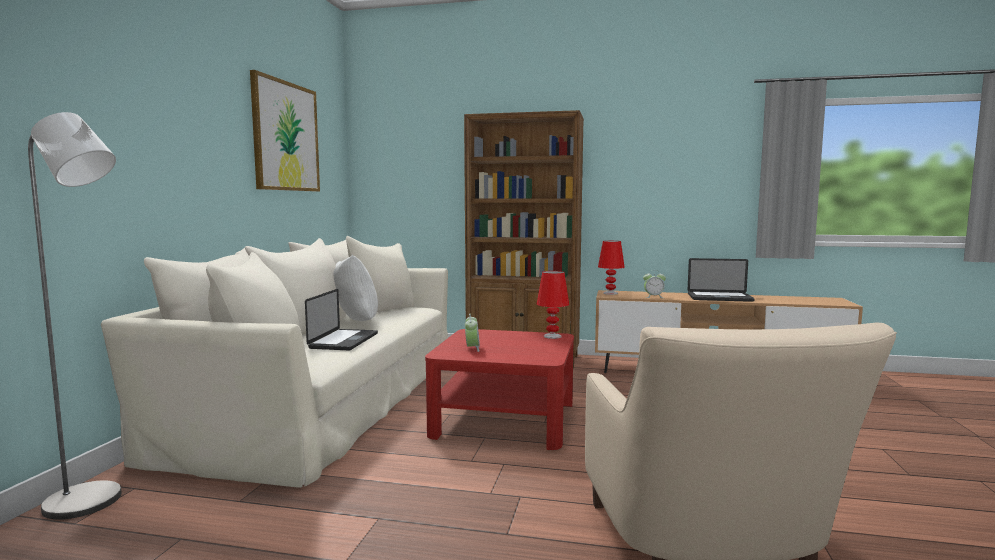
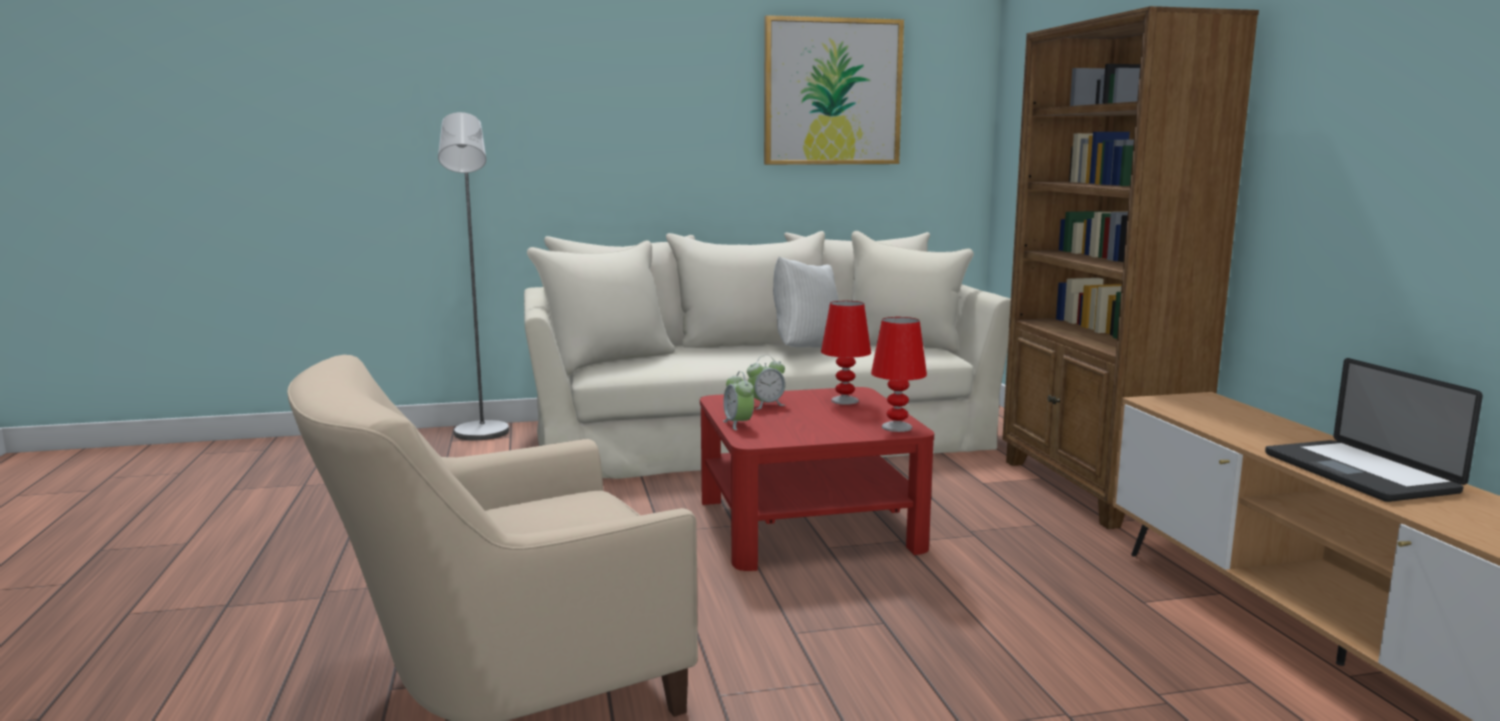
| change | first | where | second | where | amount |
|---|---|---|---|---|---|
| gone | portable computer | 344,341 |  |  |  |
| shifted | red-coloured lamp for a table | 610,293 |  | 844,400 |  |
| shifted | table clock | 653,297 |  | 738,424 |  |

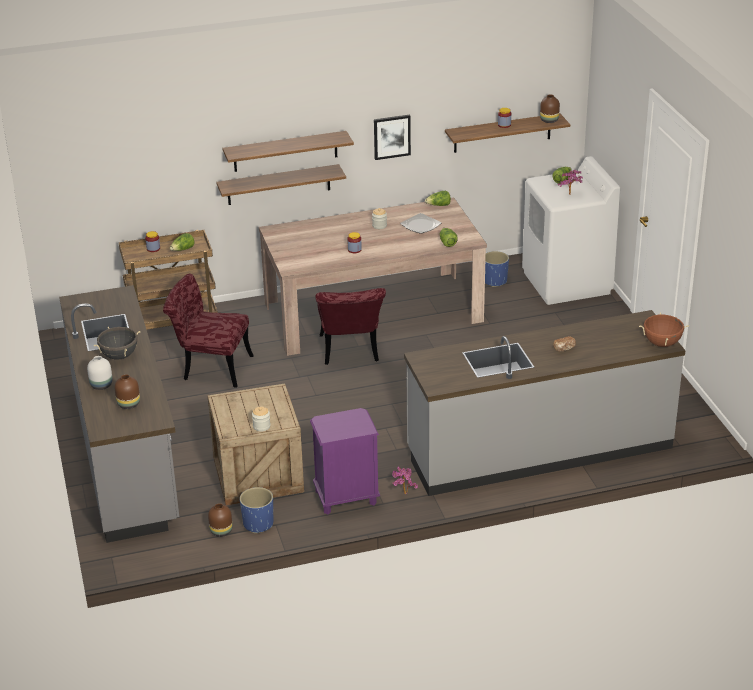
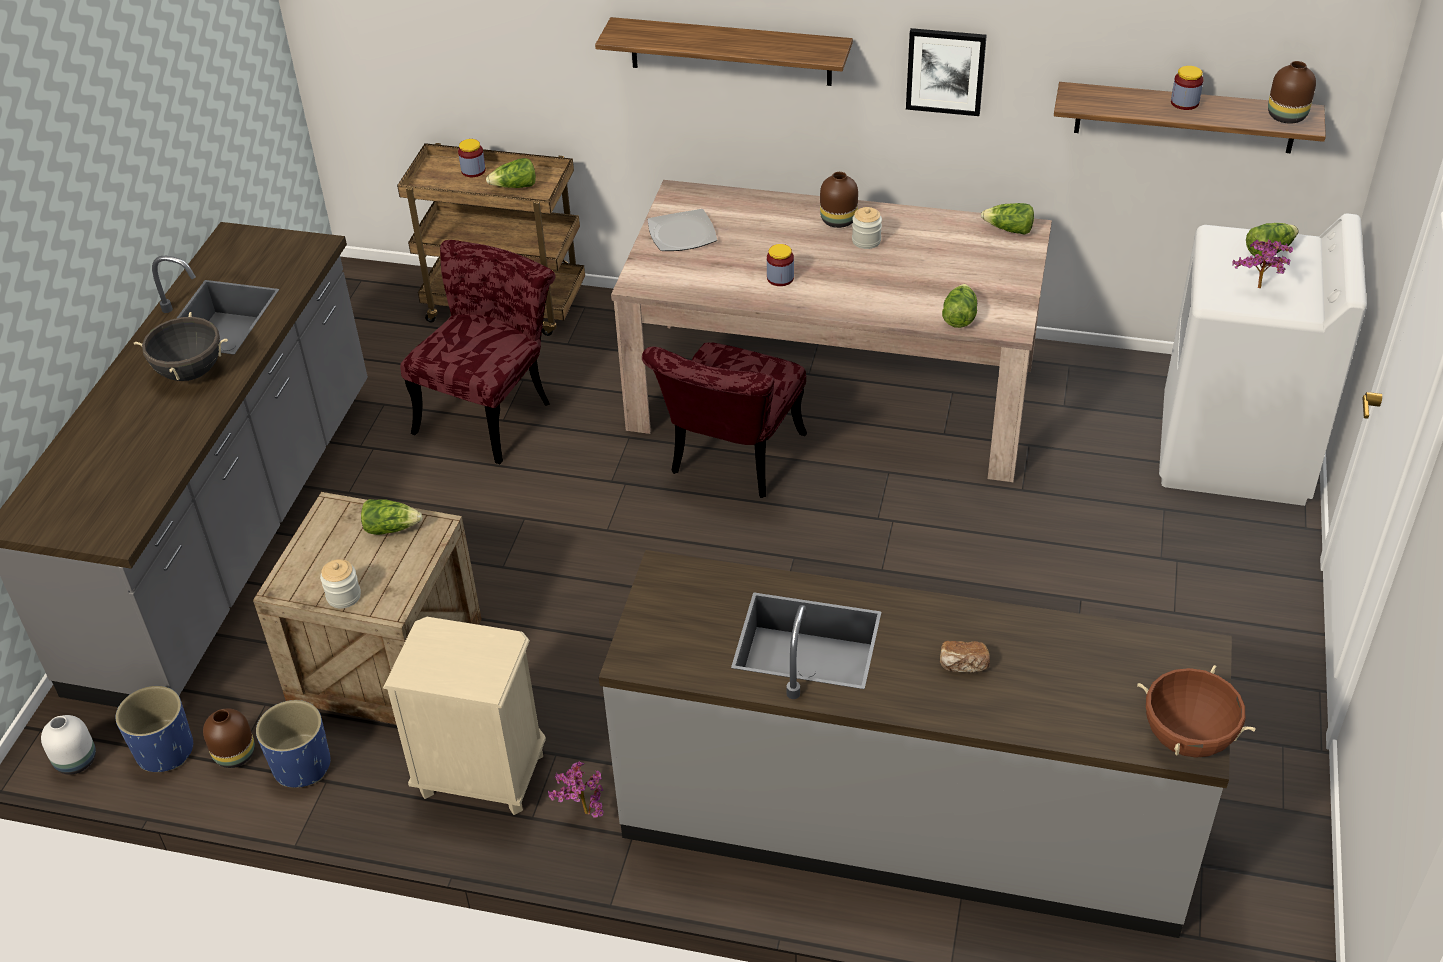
| change | first | where | second | where | amount |
|---|---|---|---|---|---|
| gone | bracket shelf | 278,185 |  |  |  |
| new |  |  | lettuce head | 391,528 |  |
| shifted | whitish vase | 102,385 |  | 77,762 |  |
| shifted | brown vase | 128,404 |  | 837,220 |  |
| shifted | plate | 420,225 |  | 681,234 |  |
| shifted | blue plant pot | 495,281 |  | 165,751 |  |
| repainted | purple-coloured night table | 345,498 | beige night table | 481,775 |  |
| rotated | red-coloured chair | 210,367 |  | 491,410 | 75 degrees clockwise |

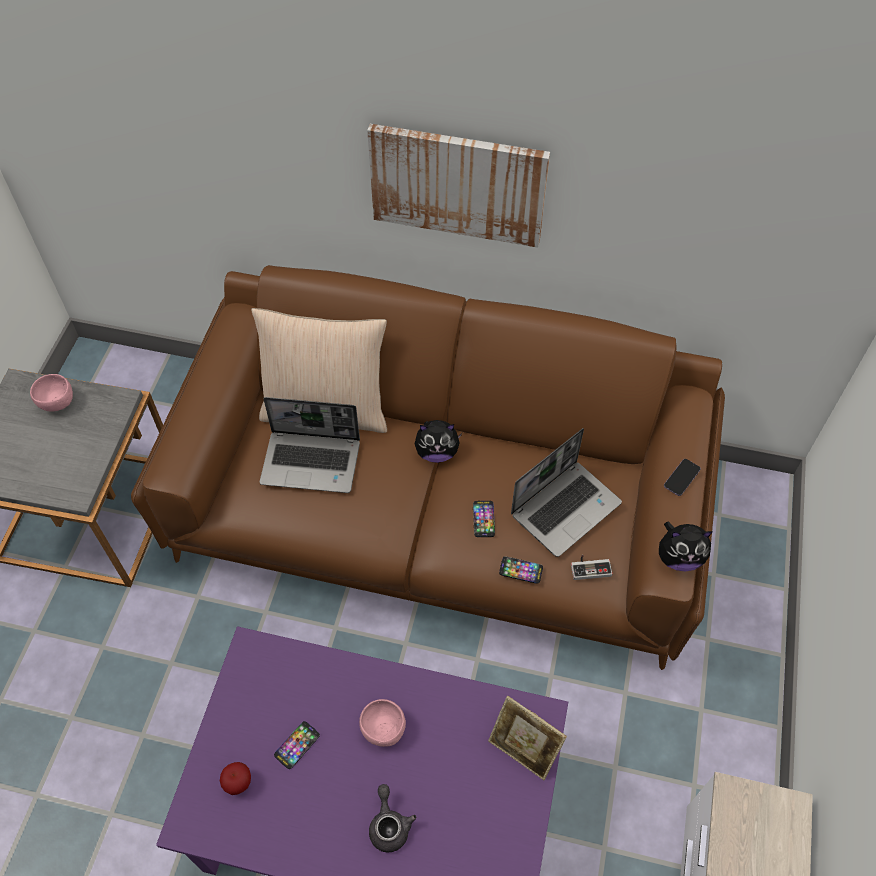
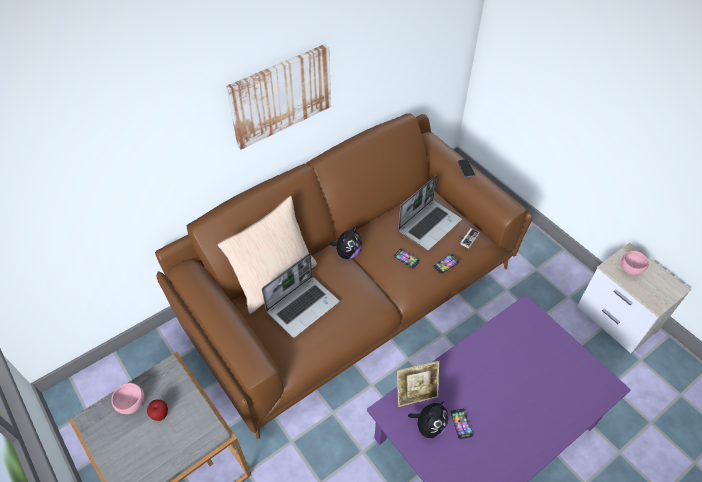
| change | first | where | second | where | amount |
|---|---|---|---|---|---|
| gone | gray pot for tea | 389,825 |  |  |  |
| shifted | whole apple | 238,783 |  | 160,415 |  |
| shifted | pink-coloured serving bowl | 383,731 |  | 631,270 |  |
| shifted | photo frame | 523,750 |  | 416,394 |  |
| shifted | soft toy | 679,557 |  | 429,426 |  |
| rotated | portable computer | 565,507 |  | 429,225 | 45 degrees clockwise |

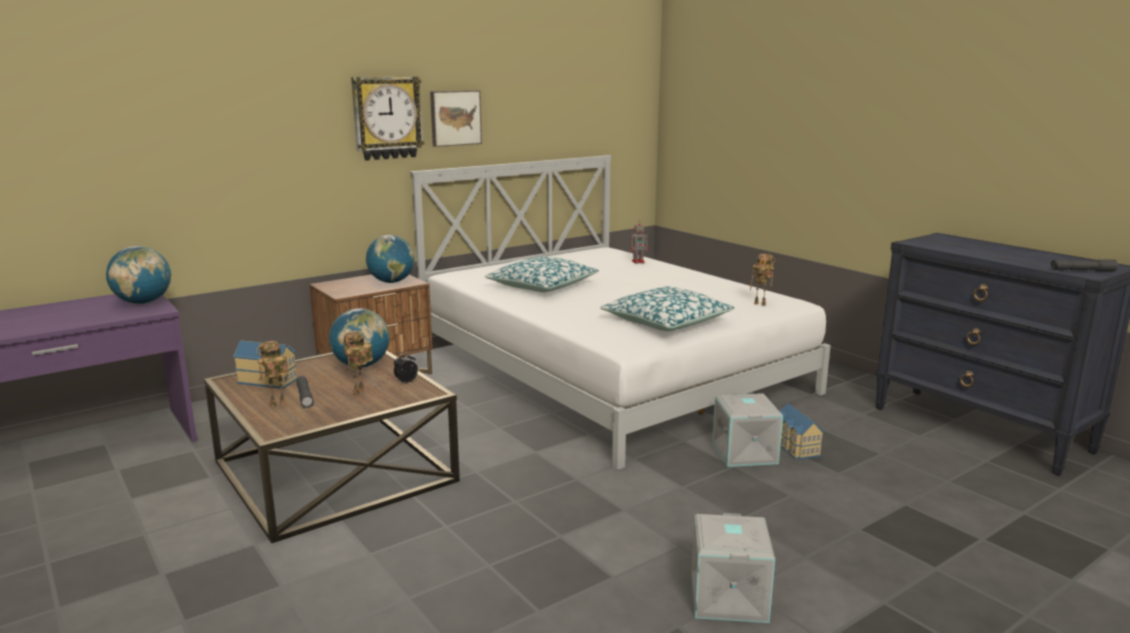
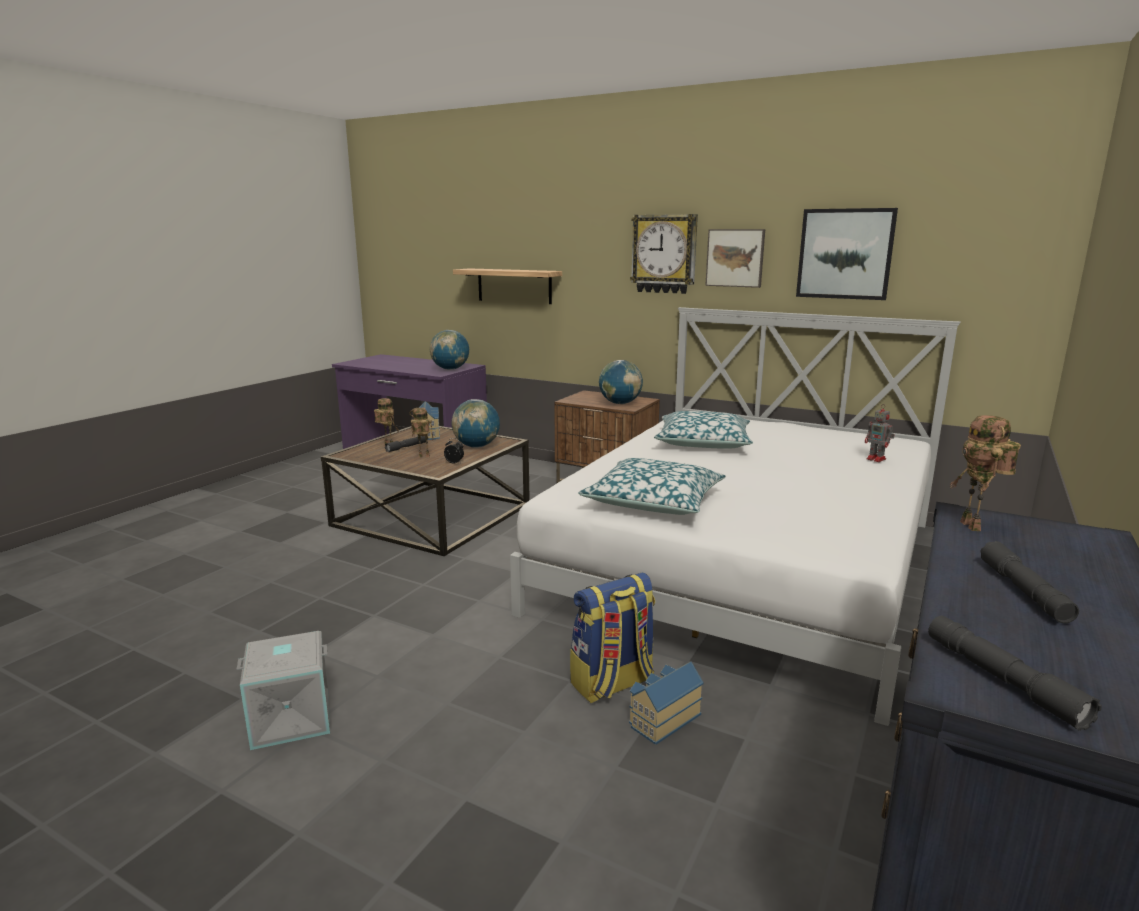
| change | first | where | second | where | amount |
|---|---|---|---|---|---|
| new |  |  | bracket shelf | 514,286 |  |
| new |  |  | wall picture | 845,254 |  |
| new |  |  | gray flashlight | 1024,591 |  |
| shifted | model robot | 761,304 |  | 974,527 |  |
| swapped | gray storage container | 746,453 | rucksack | 612,684 |  |

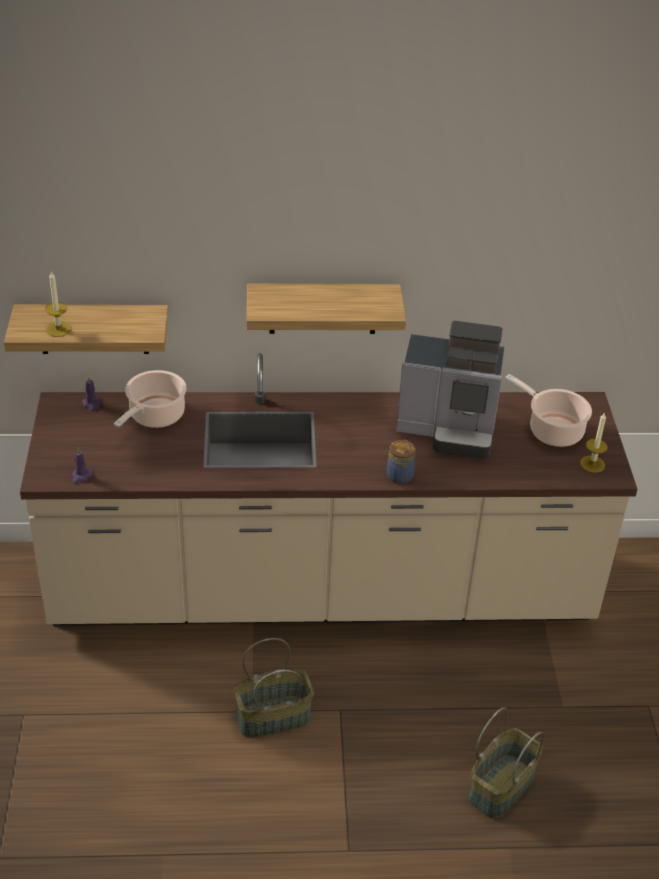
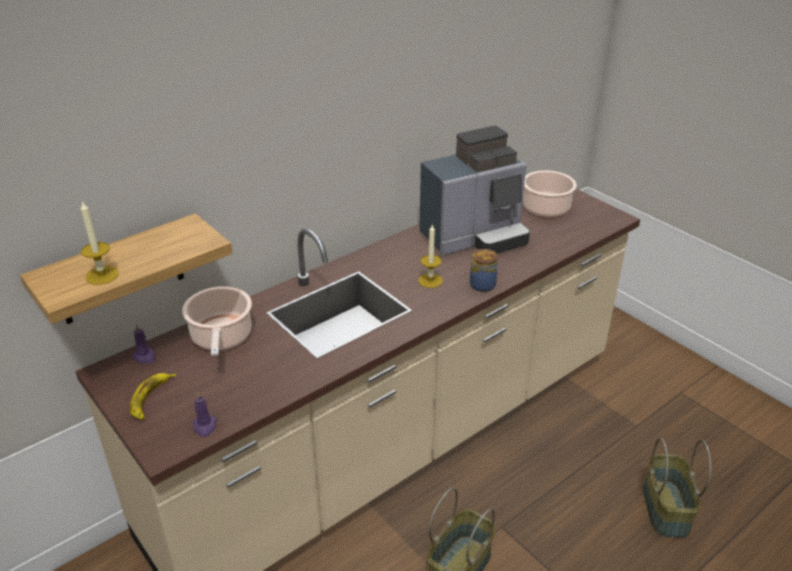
| change | first | where | second | where | amount |
|---|---|---|---|---|---|
| gone | bracket shelf | 323,308 |  |  |  |
| new |  |  | banana | 151,399 |  |
| shifted | candle | 592,464 |  | 430,280 |  |

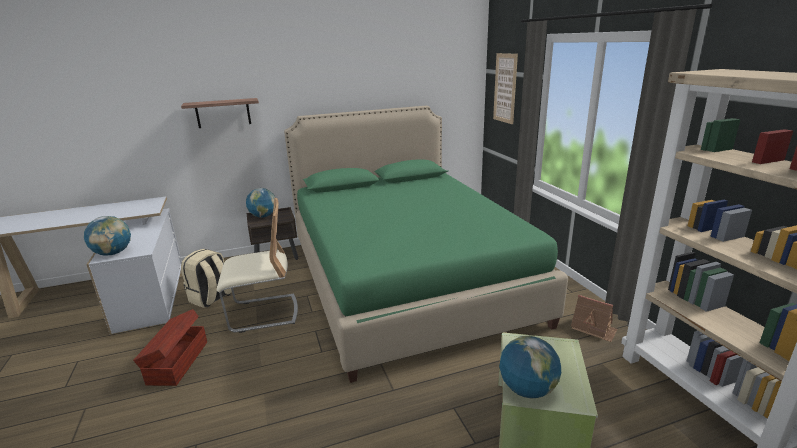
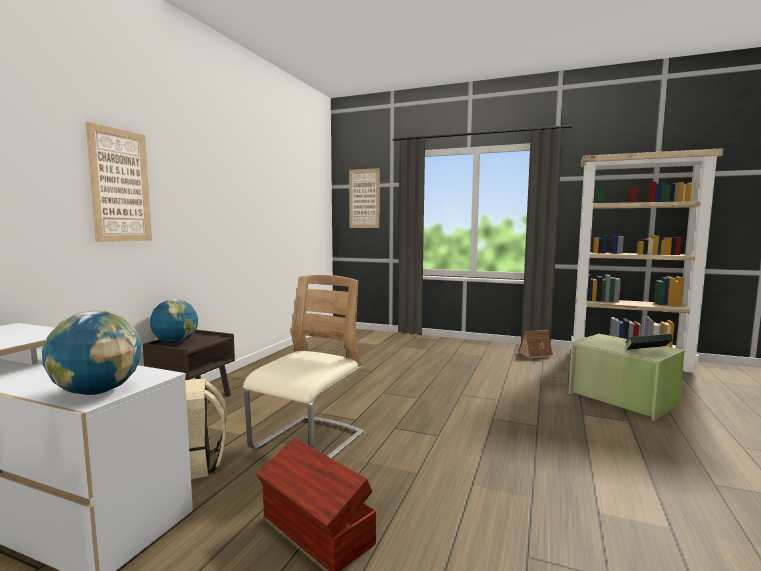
| change | first | where | second | where | amount |
|---|---|---|---|---|---|
| gone | green bedroom bed | 405,280 |  |  |  |
| swapped | bracket shelf | 223,113 | wall picture | 120,186 |  |
| swapped | desk globe | 527,389 | bound book | 646,353 |  |

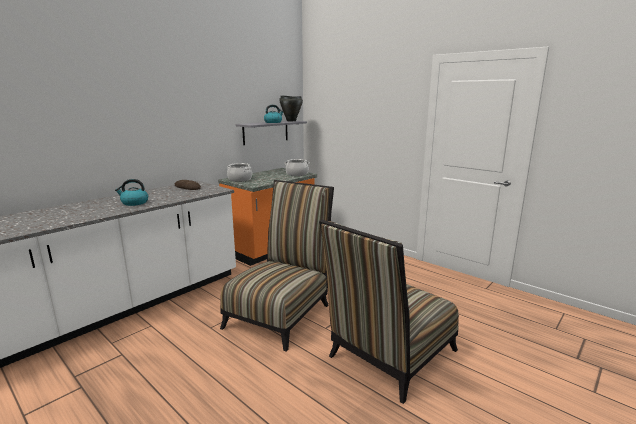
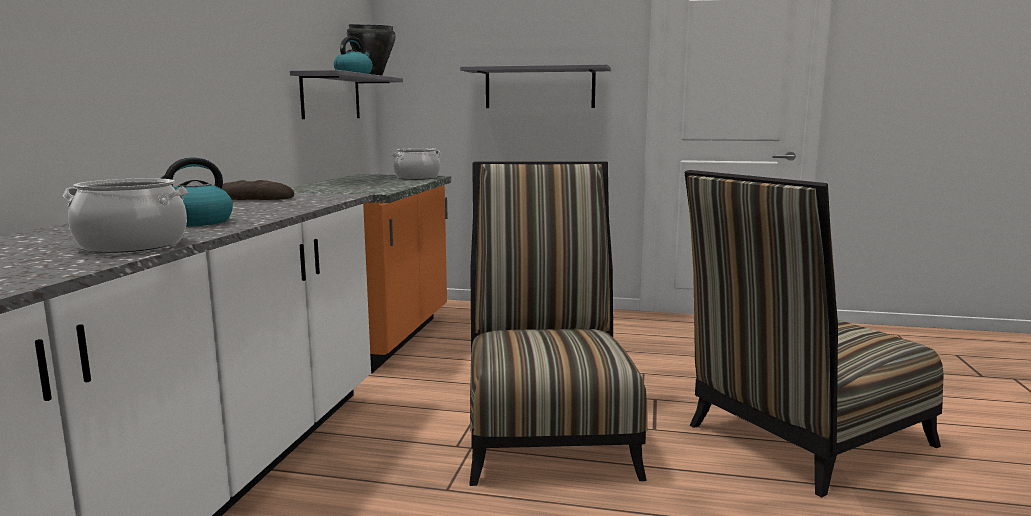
| change | first | where | second | where | amount |
|---|---|---|---|---|---|
| new |  |  | gray bracket shelf | 539,88 |  |
| shifted | saucepot | 240,179 |  | 133,245 |  |
| rotated | chair | 388,357 |  | 799,439 | 45 degrees clockwise |

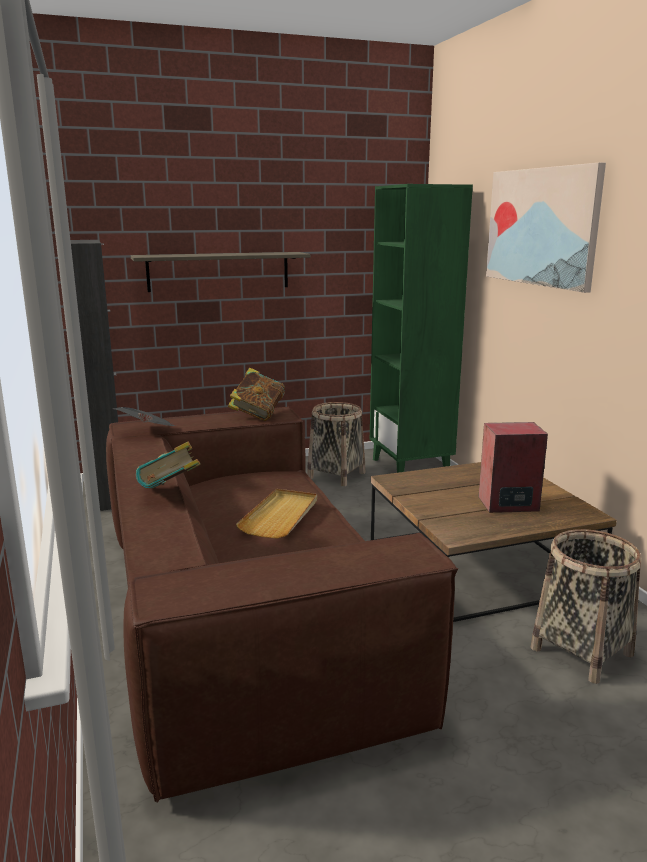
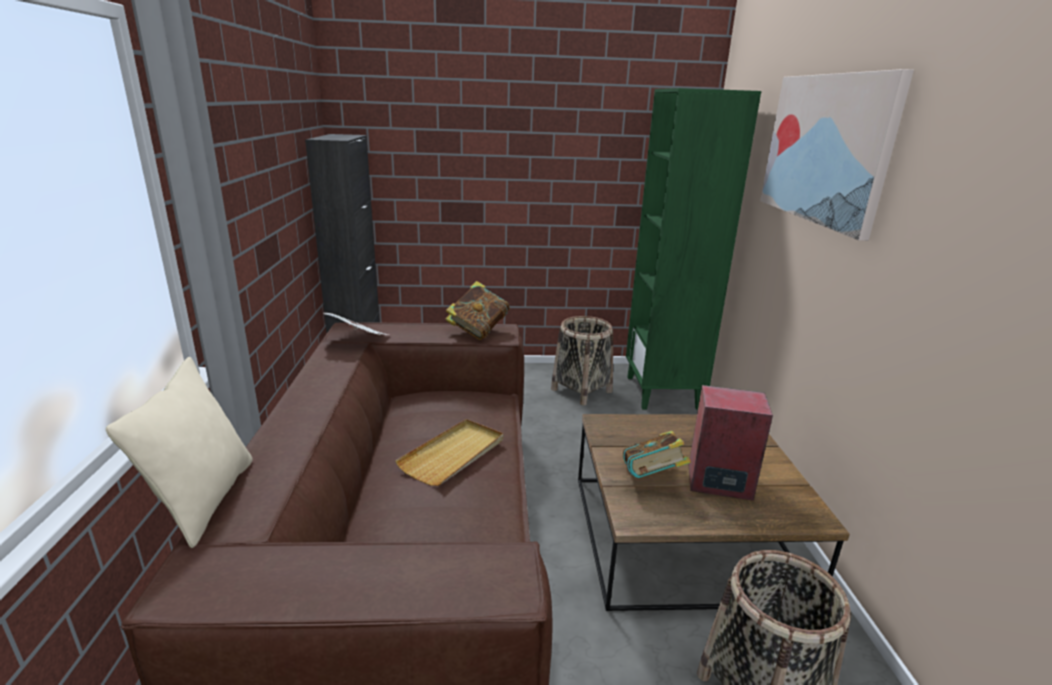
| change | first | where | second | where | amount |
|---|---|---|---|---|---|
| gone | bracket shelf | 218,271 |  |  |  |
| new |  |  | beige pillow | 205,500 |  |
| shifted | bound book | 171,494 |  | 652,478 |  |

